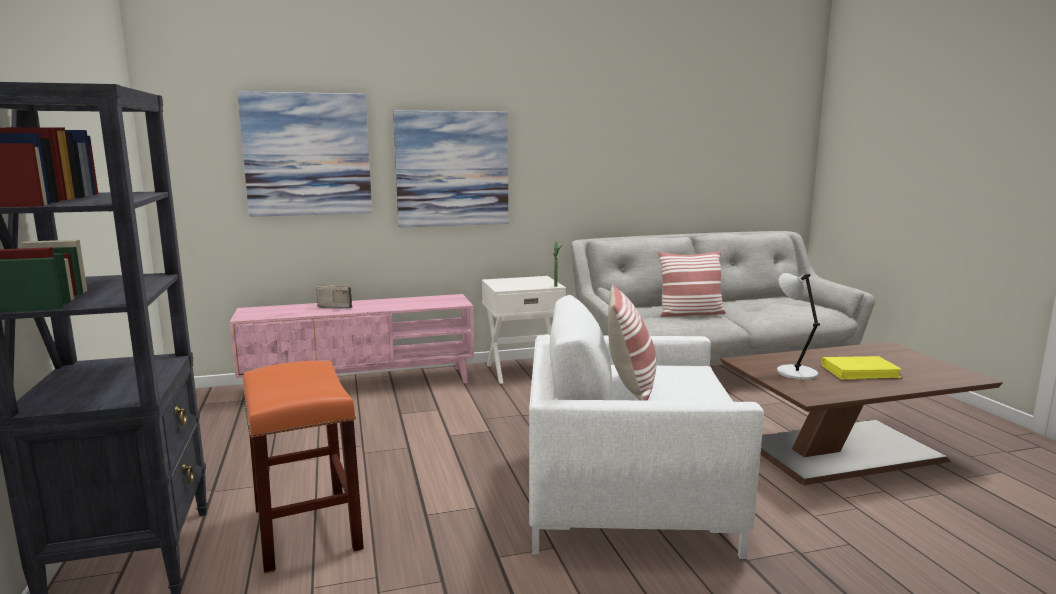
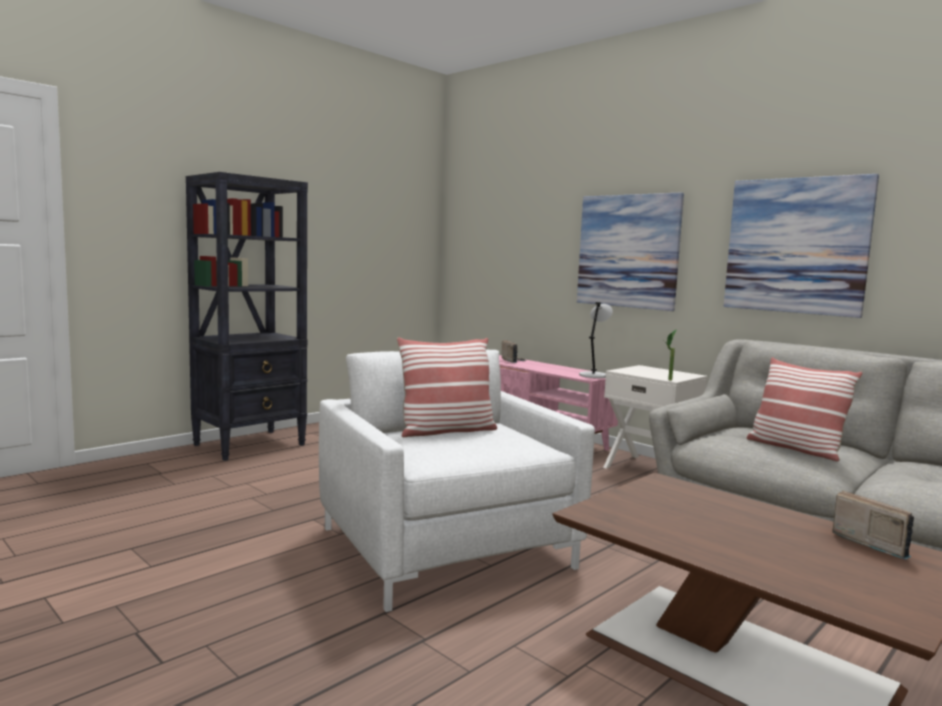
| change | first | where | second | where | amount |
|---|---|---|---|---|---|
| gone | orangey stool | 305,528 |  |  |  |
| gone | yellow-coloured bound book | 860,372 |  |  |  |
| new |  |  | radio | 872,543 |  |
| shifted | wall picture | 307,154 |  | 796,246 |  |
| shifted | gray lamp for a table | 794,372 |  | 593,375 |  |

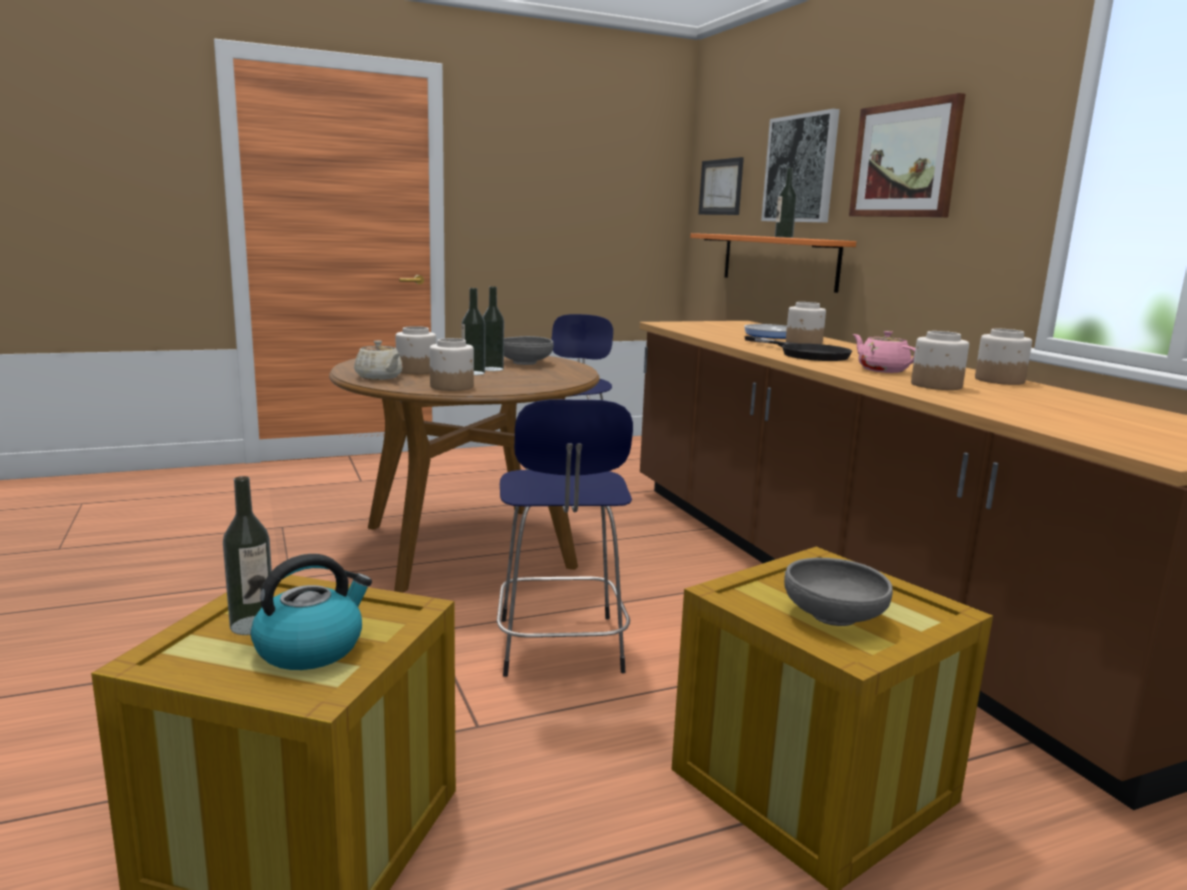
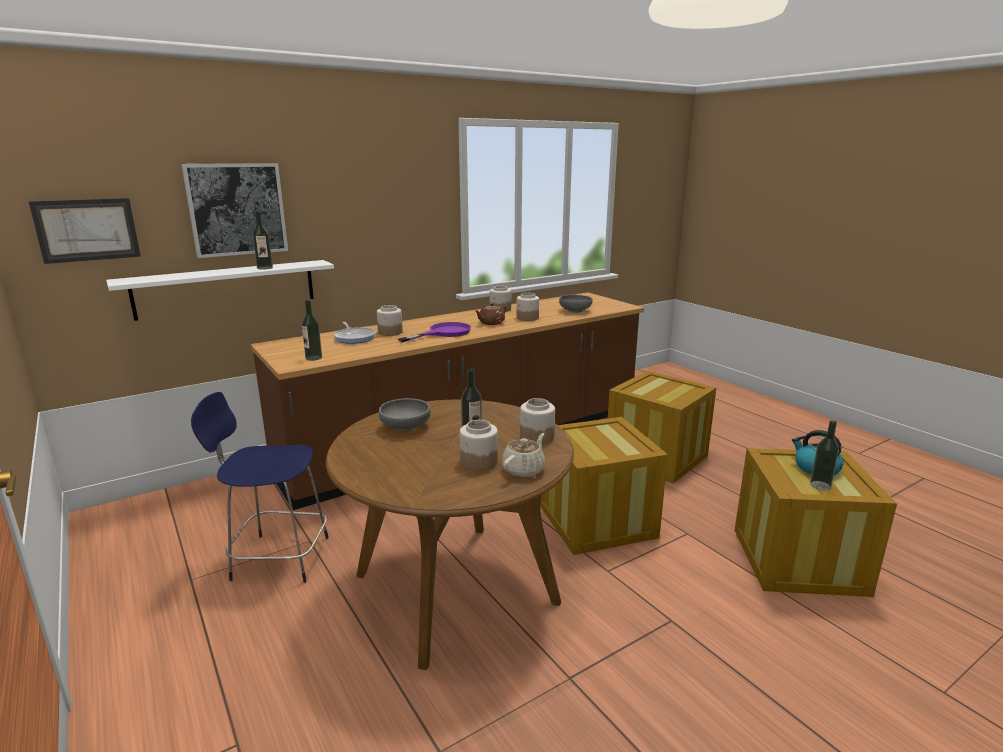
| change | first | where | second | where | amount |
|---|---|---|---|---|---|
| gone | wall picture | 905,160 |  |  |  |
| shifted | drink bottle | 492,369 |  | 313,358 |  |
| shifted | gray serving bowl | 833,616 |  | 575,311 |  |
| swapped | blue stool | 560,648 | packing crate | 596,520 |  |
| repainted | orangey bracket shelf | 778,261 | whitish bracket shelf | 227,289 |  |
| repainted | blackish pan | 805,353 | purple-coloured pan | 443,333 |  |
| repainted | pink-coloured pot for tea | 882,370 | brown pot for tea | 491,323 |  |

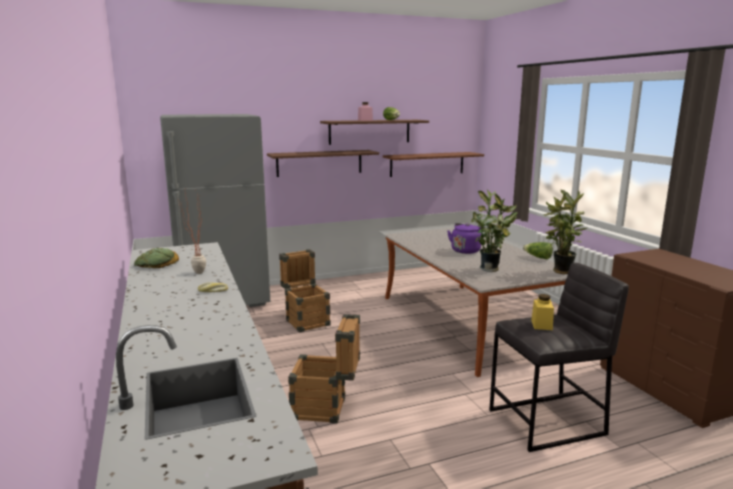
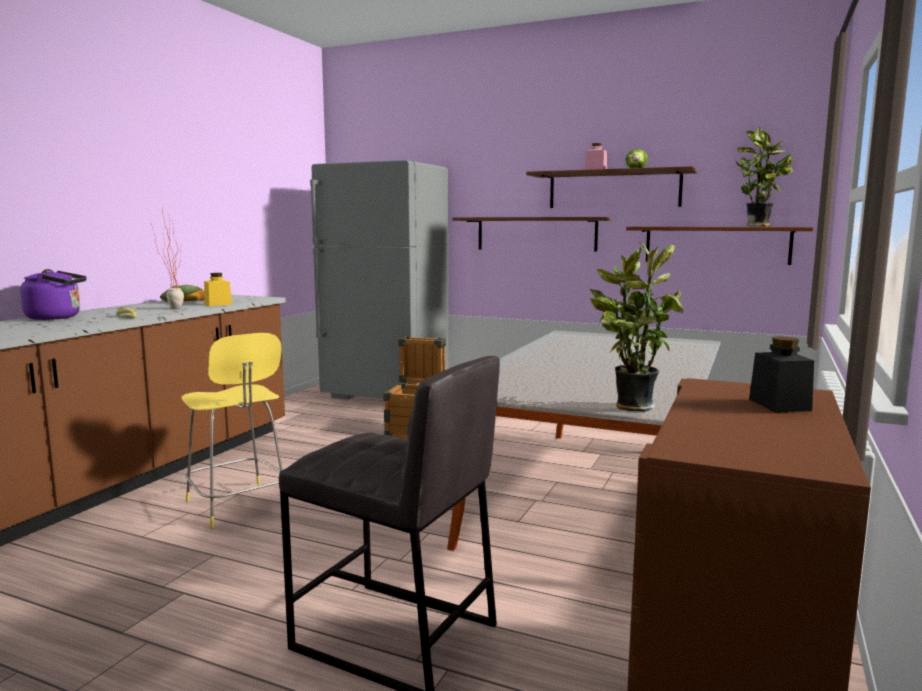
| change | first | where | second | where | amount |
|---|---|---|---|---|---|
| gone | lettuce head | 538,257 |  |  |  |
| new |  |  | blackish jar | 779,405 |  |
| shifted | purple-coloured tea kettle | 466,250 |  | 57,317 |  |
| shifted | potted plant | 491,269 |  | 760,226 |  |
| shifted | yellow-coloured jar | 541,325 |  | 218,304 |  |
| swapped | packing crate | 326,409 | yellow-coloured stool | 238,505 |  |

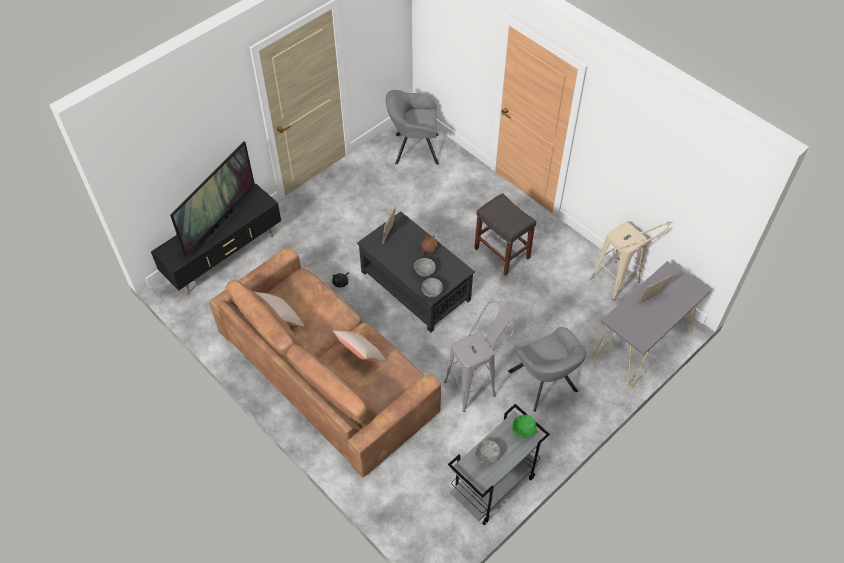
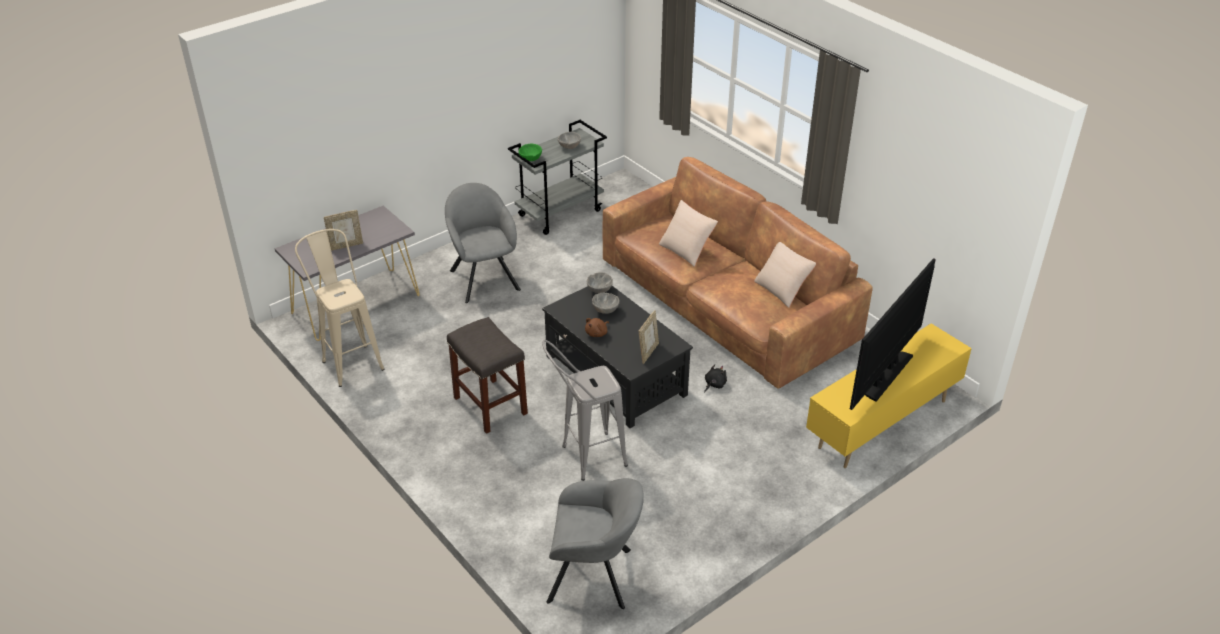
| change | first | where | second | where | amount |
|---|---|---|---|---|---|
| shifted | gray stool | 476,385 |  | 584,459 |  |
| repainted | blackish tv unit | 225,257 | yellow-coloured tv unit | 881,424 |  |

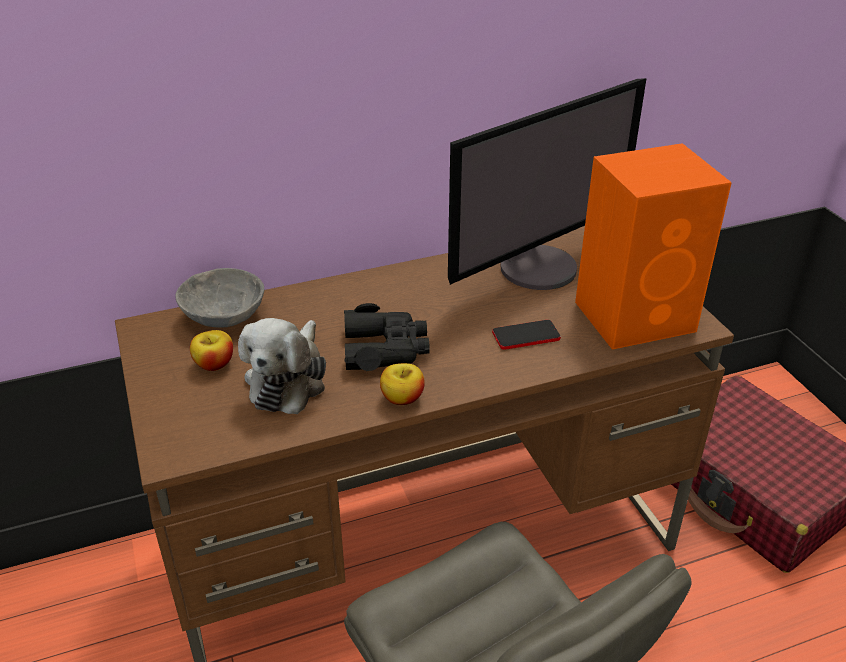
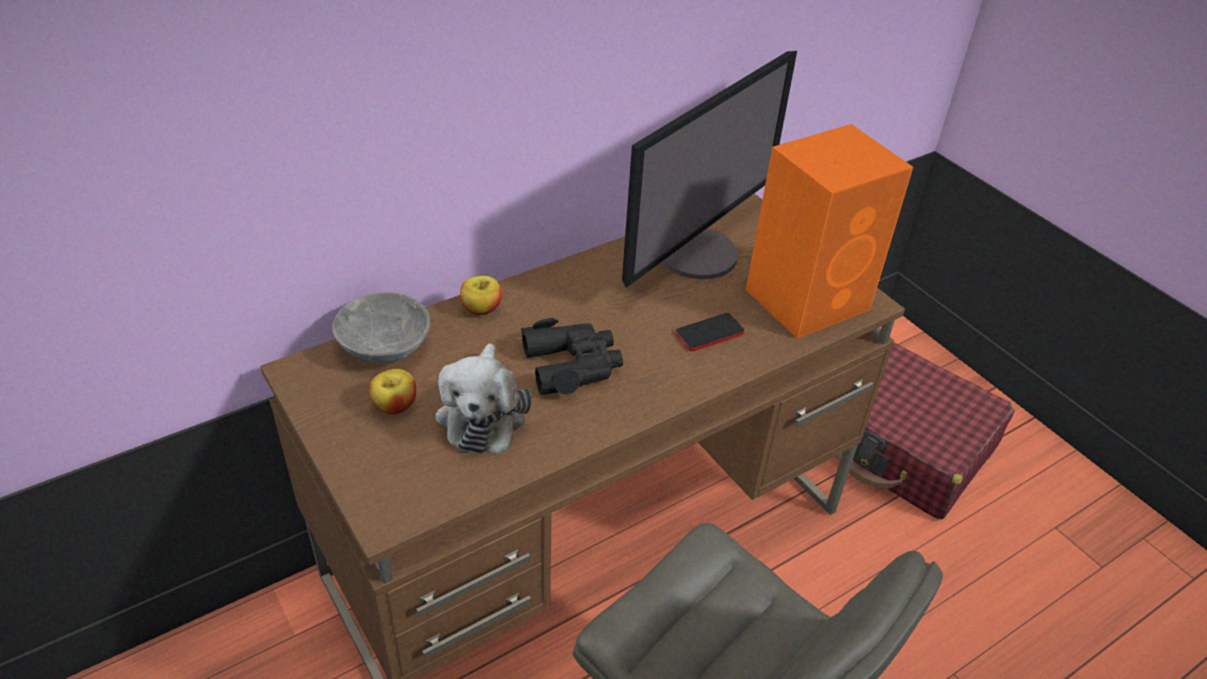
| change | first | where | second | where | amount |
|---|---|---|---|---|---|
| shifted | whole apple | 402,398 |  | 481,309 |  |

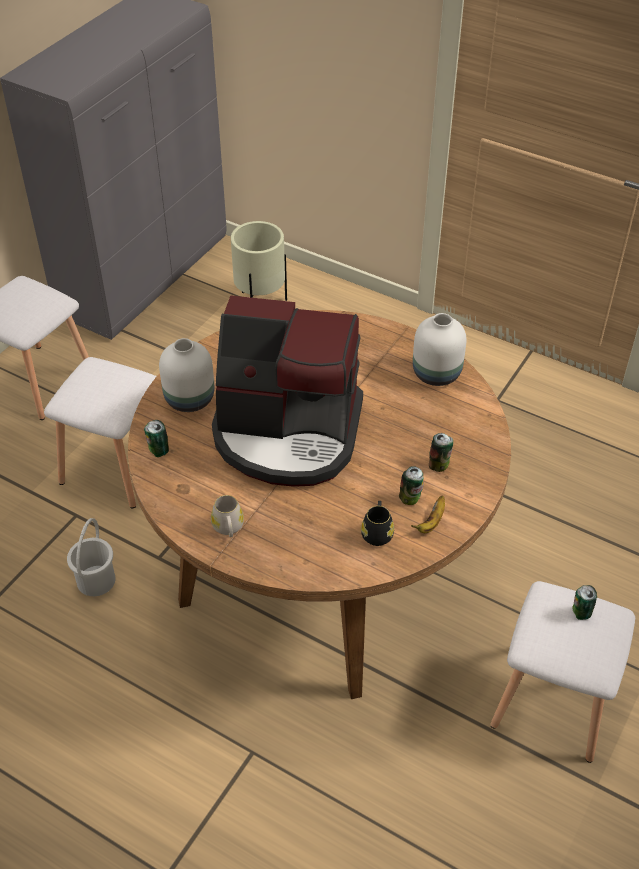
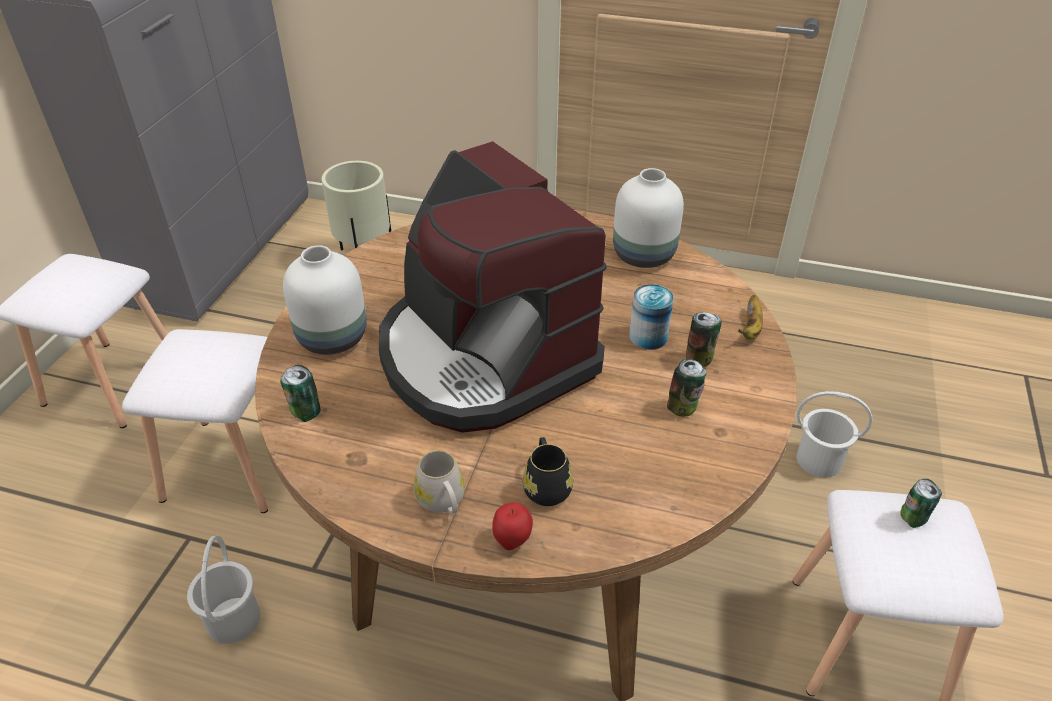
| change | first | where | second | where | amount |
|---|---|---|---|---|---|
| new |  |  | whole apple | 512,541 |  |
| new |  |  | sealed can | 648,336 |  |
| new |  |  | whitish water bucket | 819,461 |  |
| shifted | blackish mug | 377,532 |  | 546,486 |  |
| shifted | banana | 431,522 |  | 750,328 |  |
| rotated | coffee machine | 288,433 |  | 483,357 | 60 degrees clockwise |

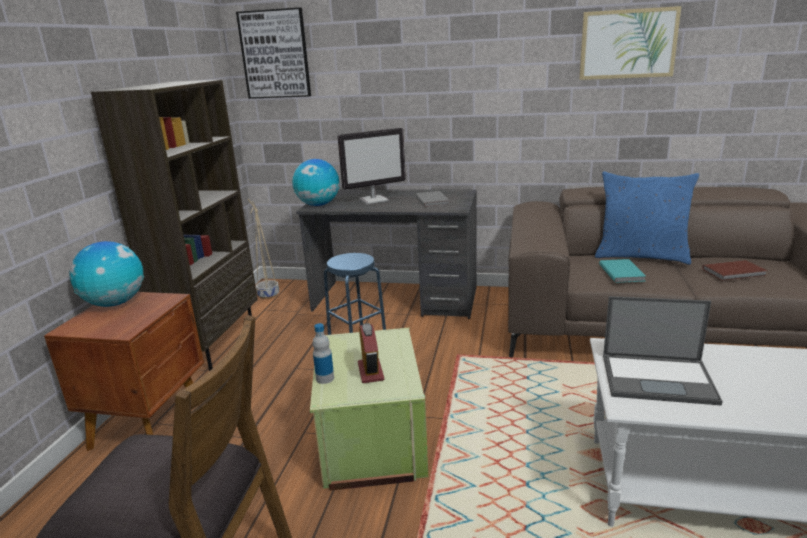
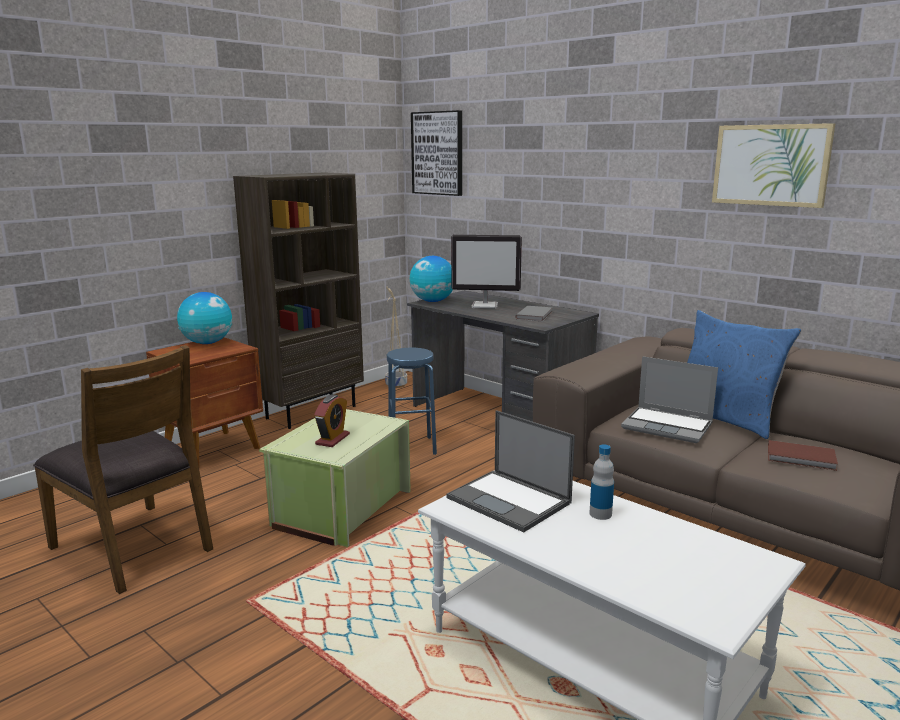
| change | first | where | second | where | amount |
|---|---|---|---|---|---|
| shifted | drink bottle | 325,378 |  | 600,514 |  |
| swapped | blue-green bound book | 622,272 | portable computer | 668,426 |  |

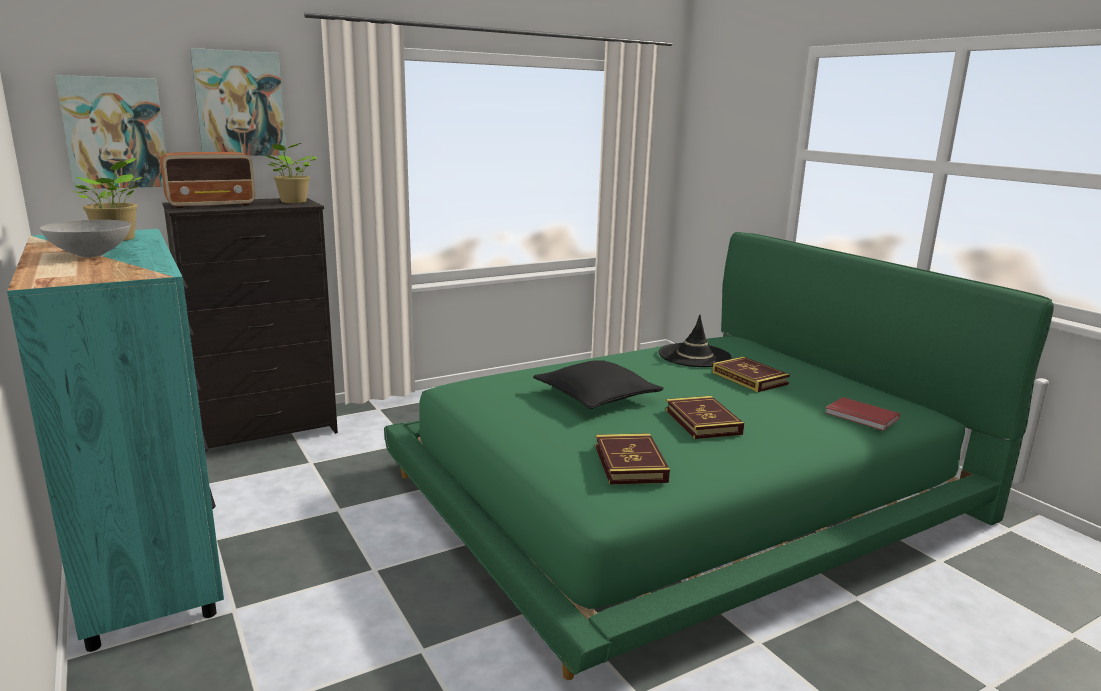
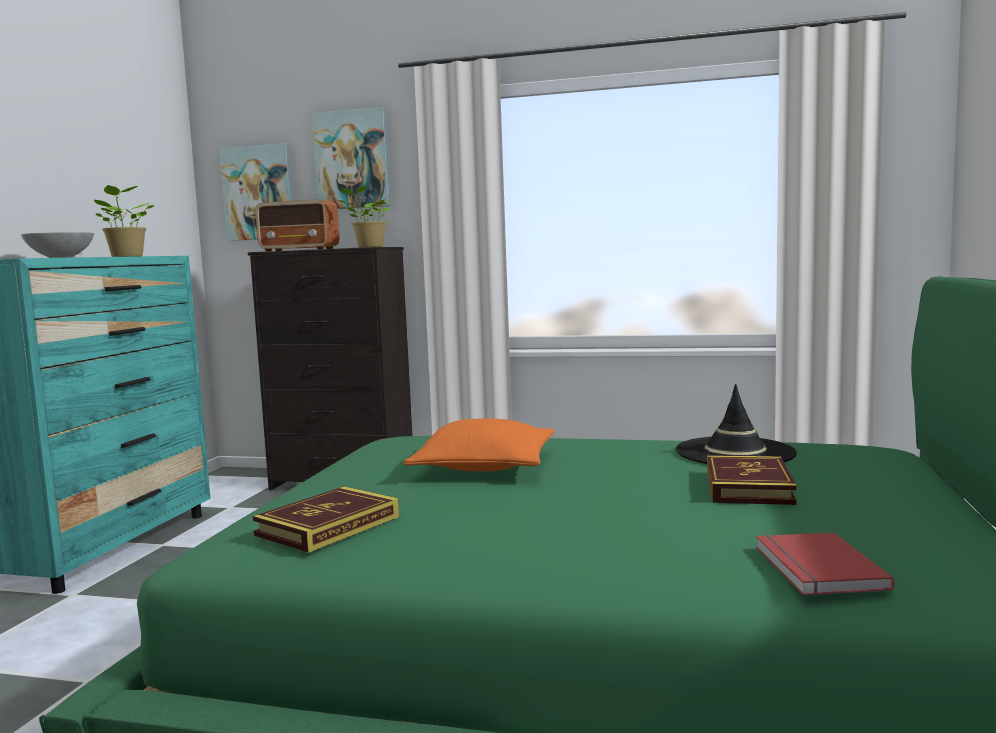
| change | first | where | second | where | amount |
|---|---|---|---|---|---|
| gone | bound book | 702,422 |  |  |  |
| repainted | blackish pillow | 596,396 | orangey pillow | 484,466 |  |

